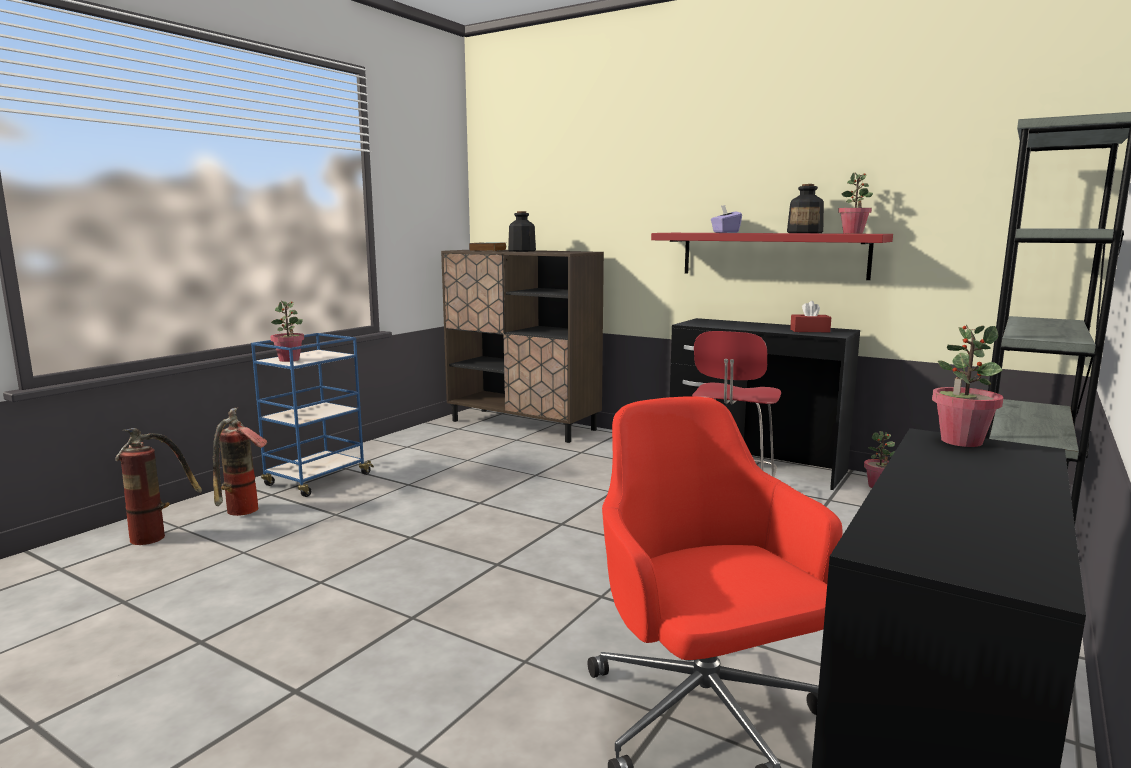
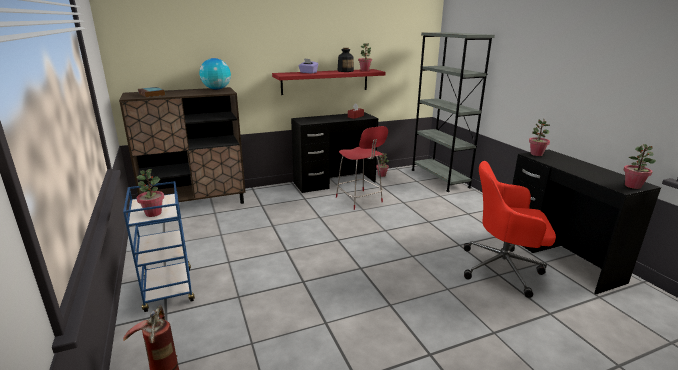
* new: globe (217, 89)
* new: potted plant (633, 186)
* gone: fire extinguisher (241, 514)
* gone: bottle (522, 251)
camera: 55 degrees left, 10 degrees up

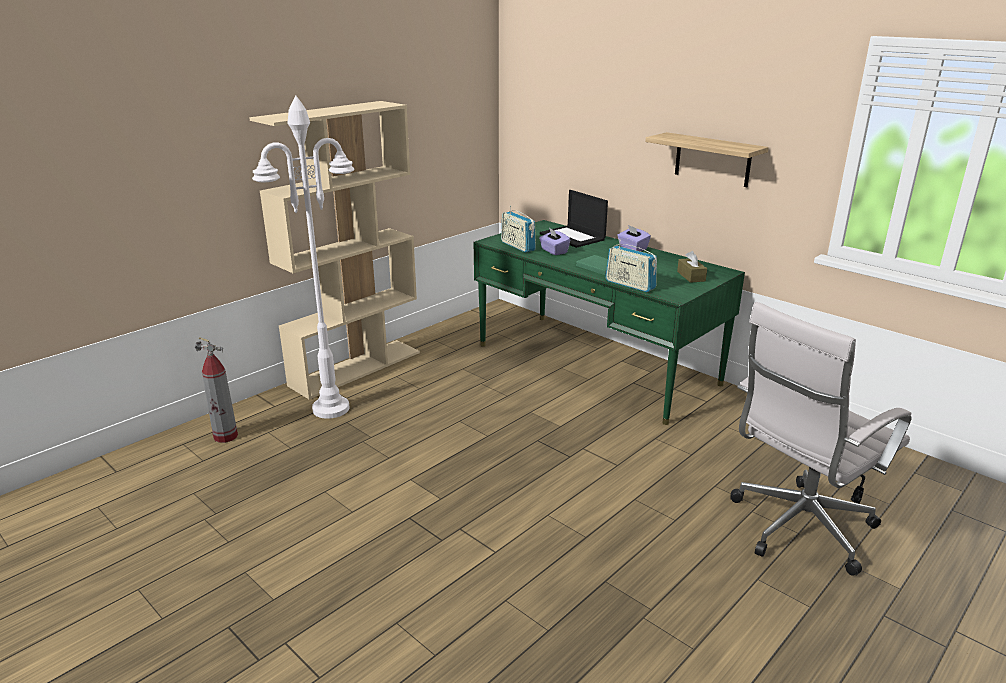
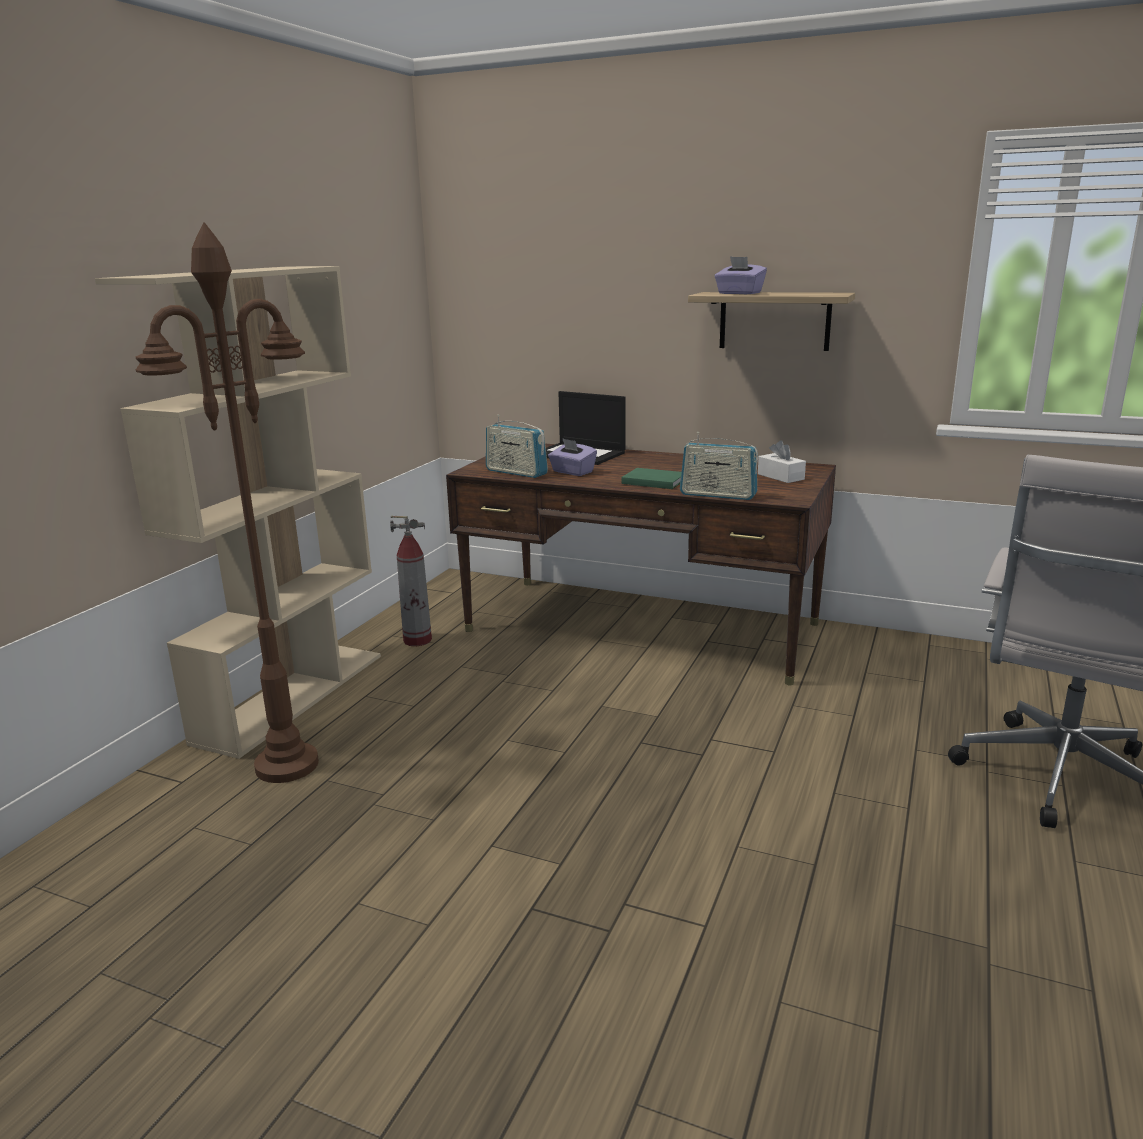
* repainted: white floor lamp (331, 408) to brown floor lamp (287, 765)
* shifted: fire extinguisher (226, 436) to (418, 640)
* repainted: green desk (595, 364) to brown desk (641, 627)
* shifted: purple tissue box (632, 248) to (739, 293)
* repainted: brown tissue box (691, 276) to white tissue box (780, 477)
camera: 20 degrees left, 5 degrees down

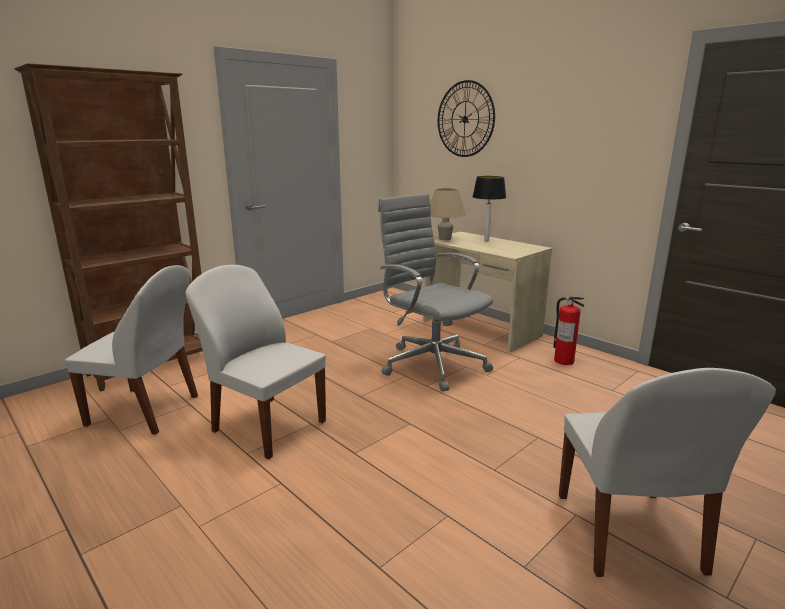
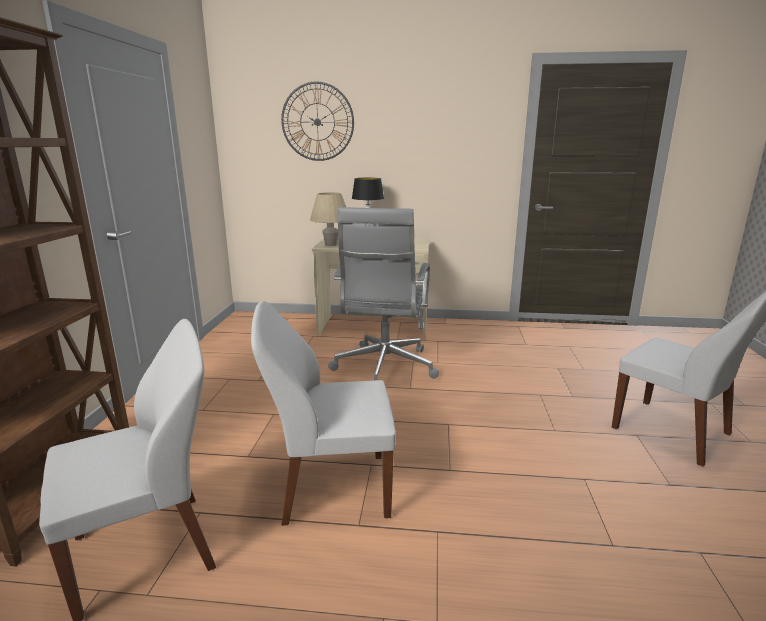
* rotated: grey office chair (432, 363) = (384, 368) 90 degrees counterclockwise
* gone: fire extinguisher (563, 360)
camera: 40 degrees left, 0 degrees up

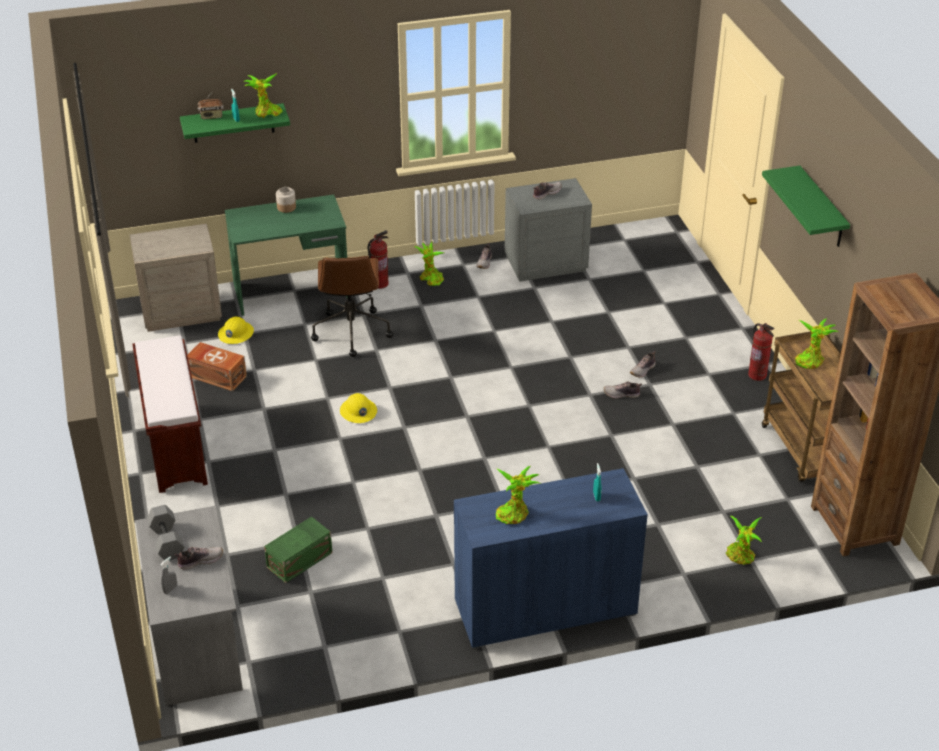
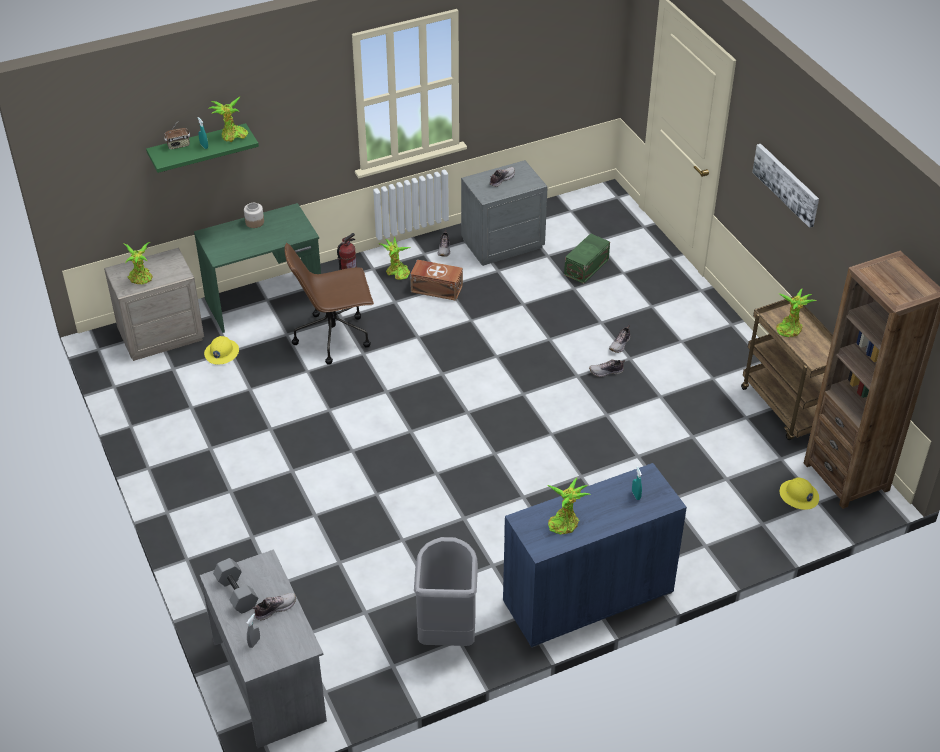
* shifted: potted plant (741, 557) to (141, 279)
* rotated: brown office chair (351, 331) = (334, 336) 90 degrees clockwise
* shifted: brown storage box (217, 376) to (436, 288)
* new: grey trash can (446, 632)
* shifted: green storage box (301, 560) to (587, 267)
* swapped: green shelf (822, 208) to picture (786, 184)
* shifted: yellow hard hat (358, 411) to (798, 495)
* gone: brown bench (175, 446)
* gone: fire extinguisher (757, 375)
camera: 10 degrees left, 5 degrees up

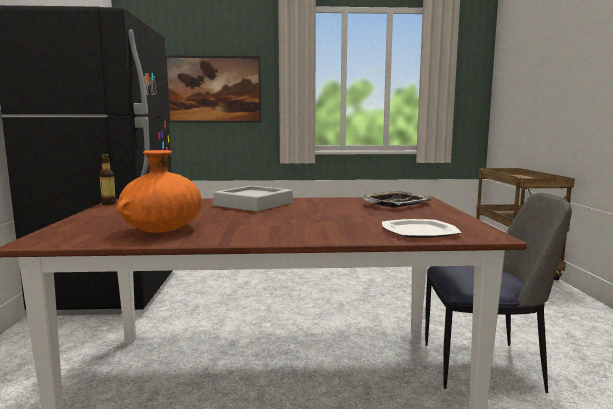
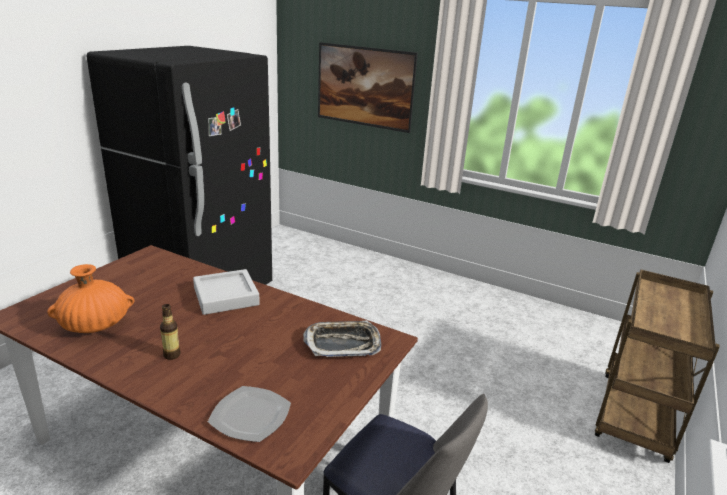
* shifted: bottle (108, 203) to (172, 355)
camera: 30 degrees right, 15 degrees up

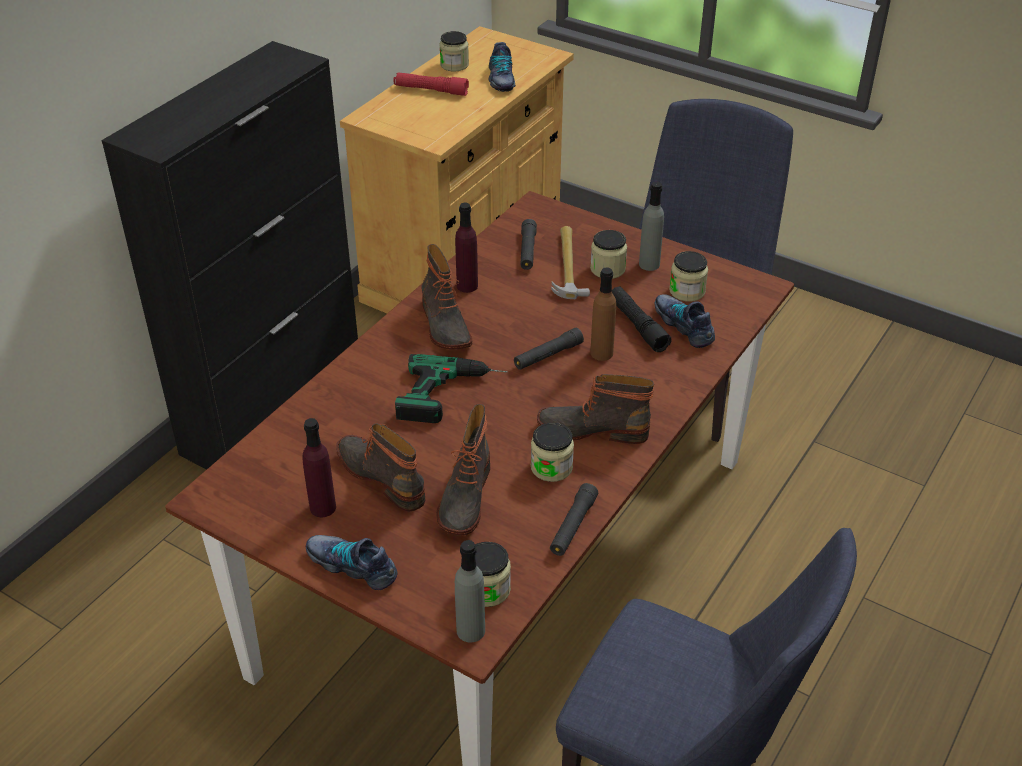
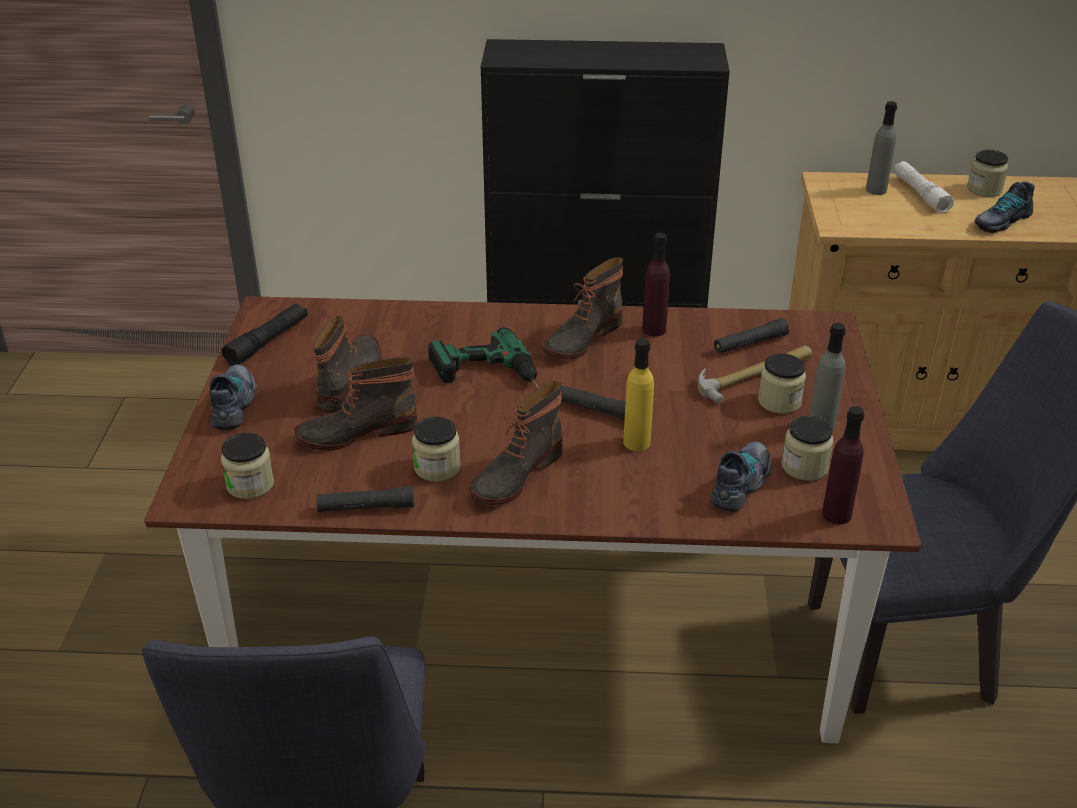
* shifted: black flashlight (637, 325) to (268, 342)
* rotated: boot (593, 428) = (515, 475) 120 degrees counterclockwise
* repainted: brown bottle (601, 353) to yellow bottle (636, 442)
* shifted: purple bottle (323, 507) to (836, 514)
* shifted: grey bottle (470, 630) to (876, 190)
* repainted: red flashlight (431, 90) to white flashlight (920, 194)
camera: 60 degrees right, 5 degrees down

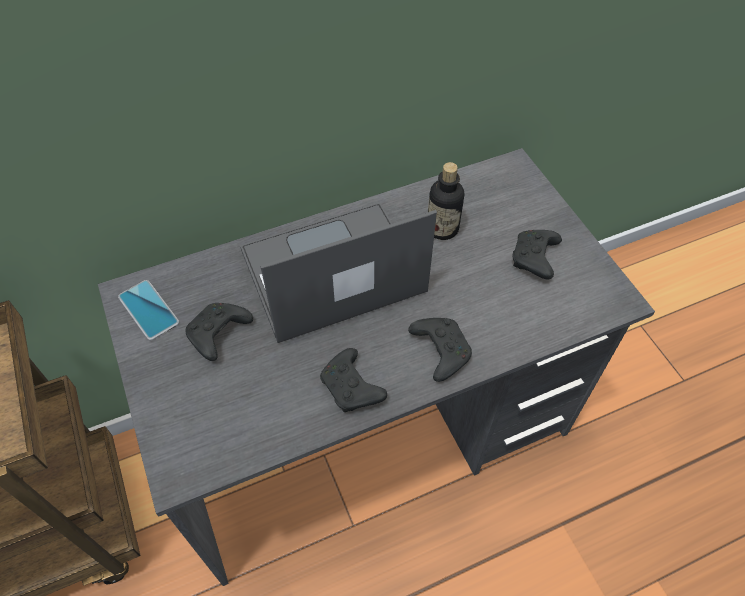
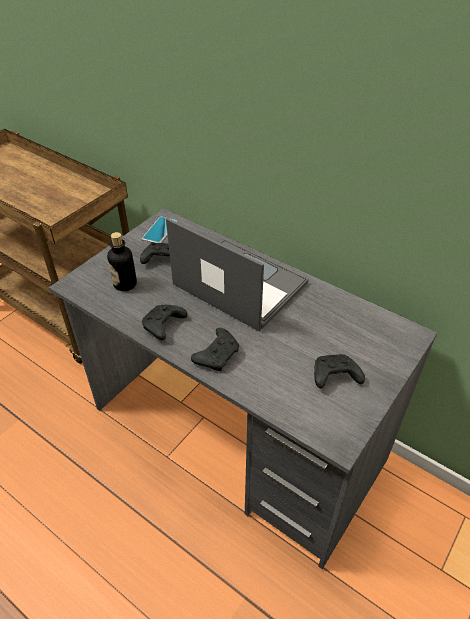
* shifted: bottle (442, 229) to (125, 284)
camera: 60 degrees right, 10 degrees down

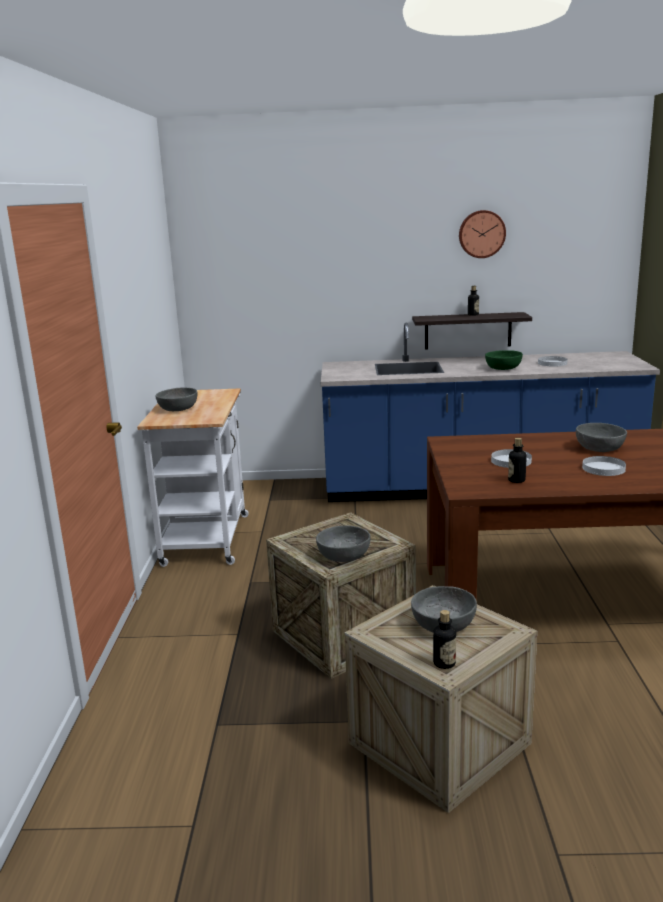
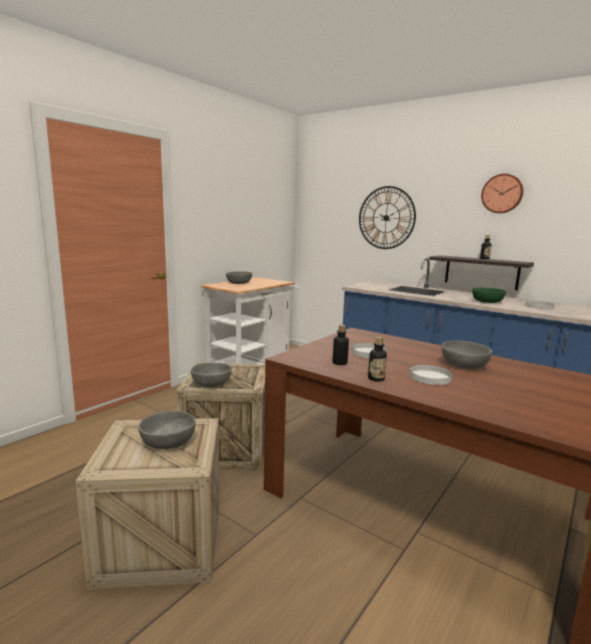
* new: wall clock (386, 218)
* shifted: bottle (444, 663) to (376, 379)
camera: 35 degrees right, 5 degrees down

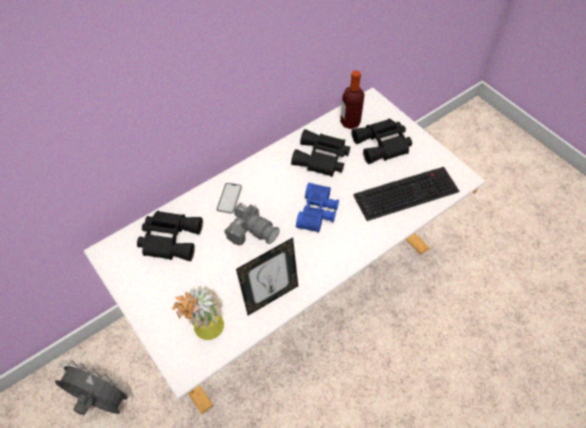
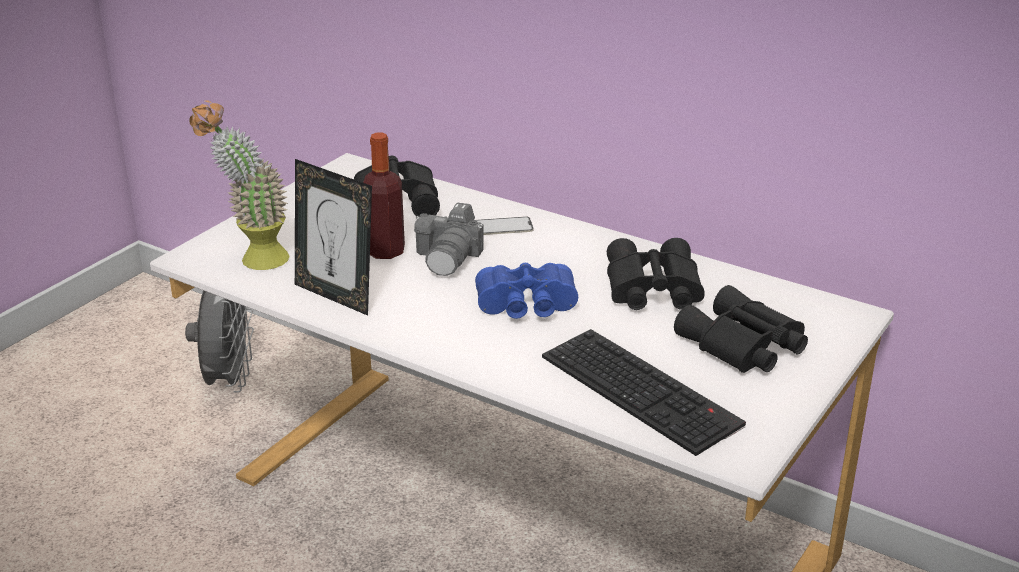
* shifted: bottle (350, 122) to (385, 251)
camera: 70 degrees right, 25 degrees down

